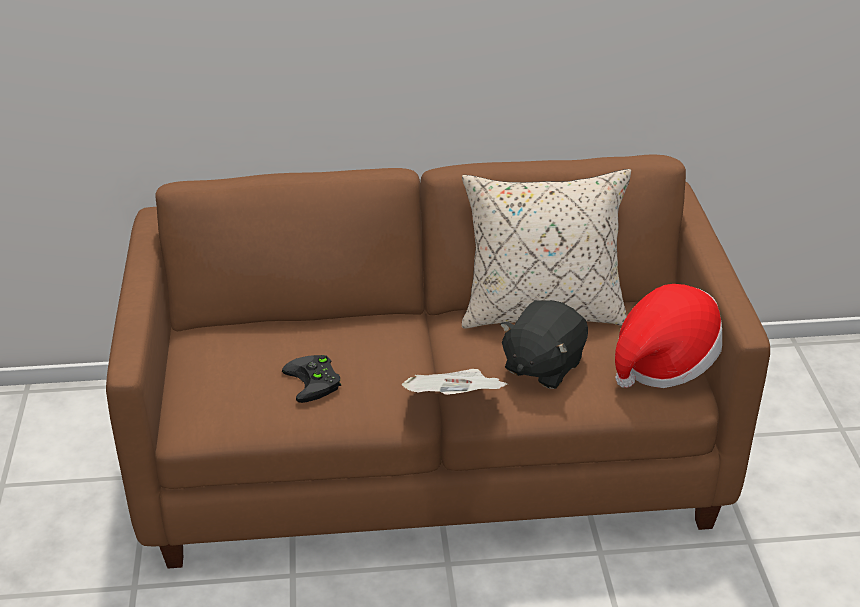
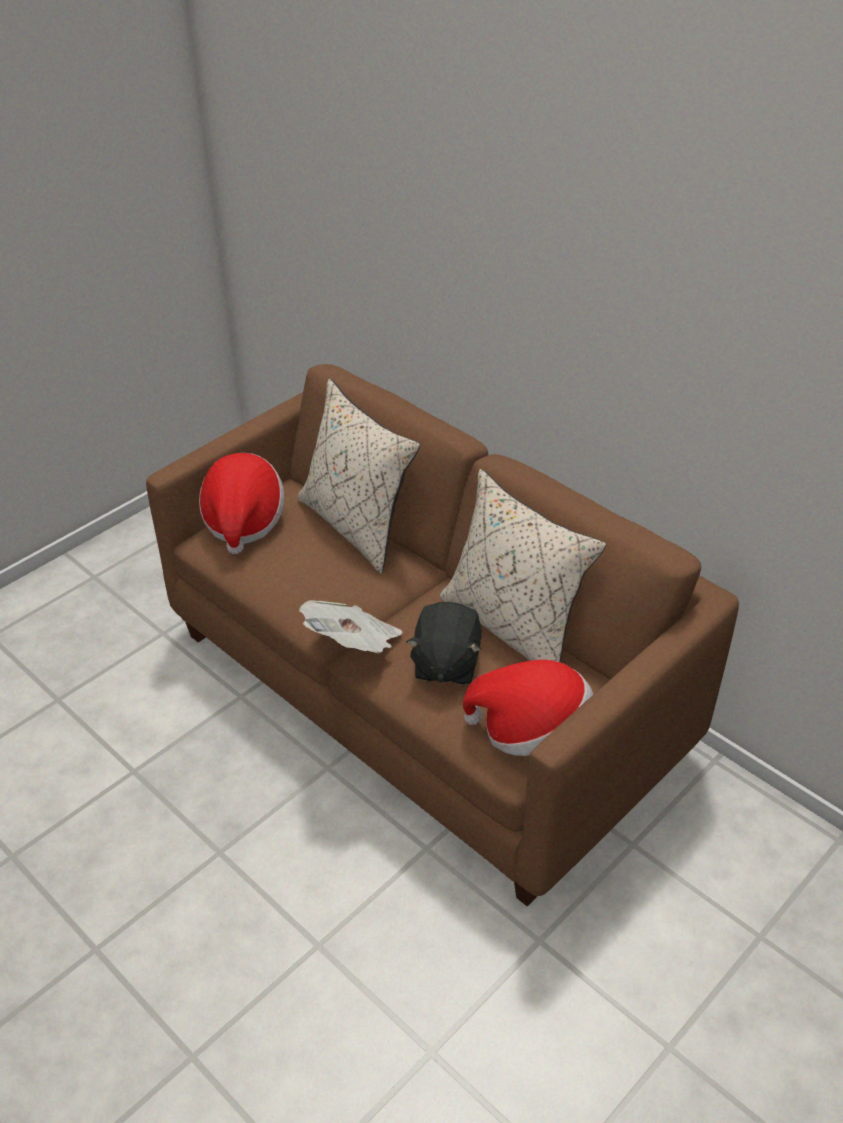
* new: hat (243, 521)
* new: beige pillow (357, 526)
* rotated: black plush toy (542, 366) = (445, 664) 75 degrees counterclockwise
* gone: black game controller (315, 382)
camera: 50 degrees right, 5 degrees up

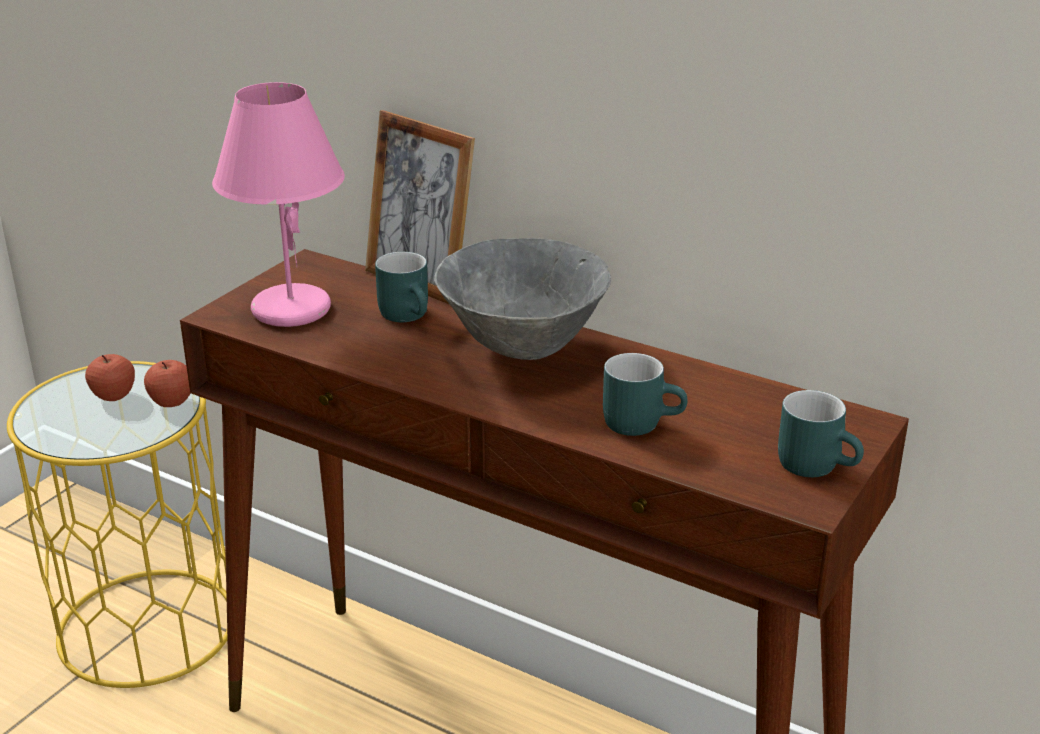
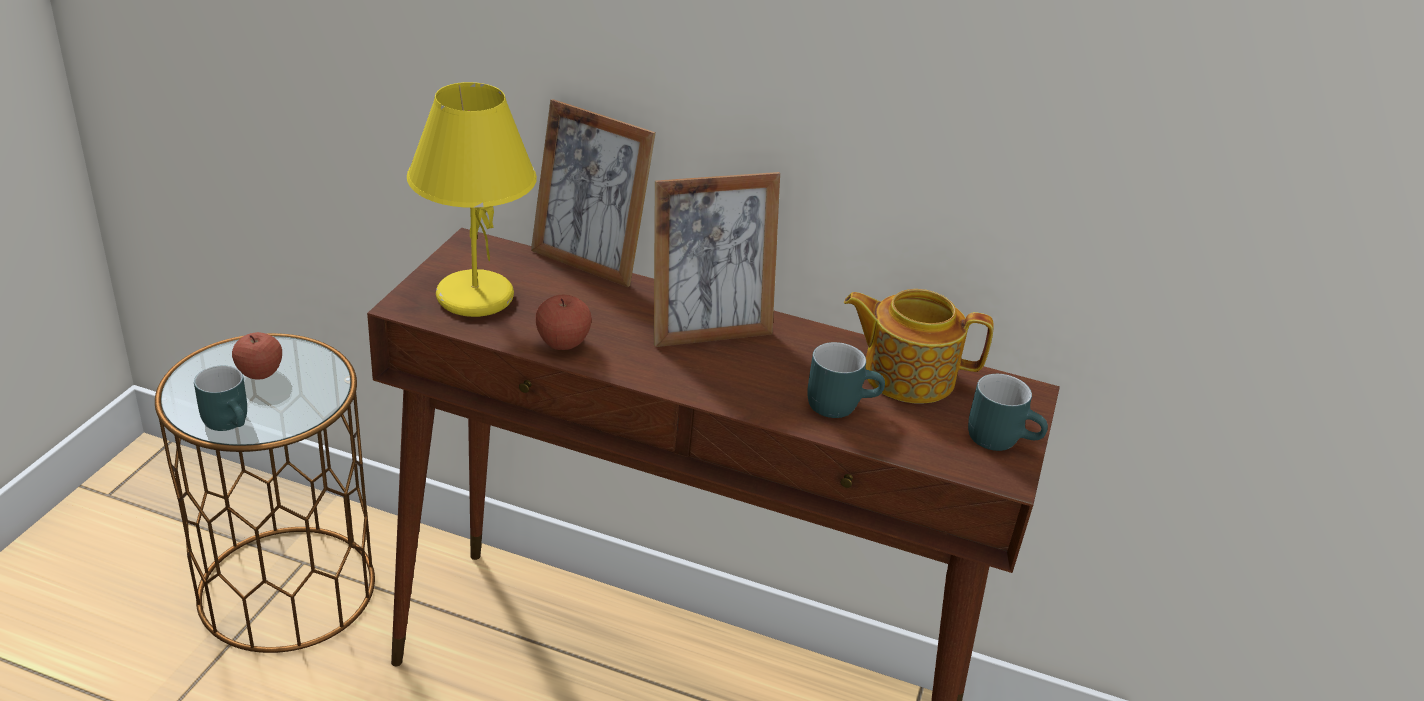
* repainted: yellow side table (147, 627) to brown side table (288, 587)
* shifted: turquoise mug (410, 315) to (231, 422)
* repainted: pink table lamp (289, 309) to yellow table lamp (473, 297)
* shifted: apple (172, 402) to (563, 343)
* swapped: grey bowl (523, 348) to picture frame (708, 330)
* new: teapot (906, 374)
camera: 15 degrees left, 5 degrees up

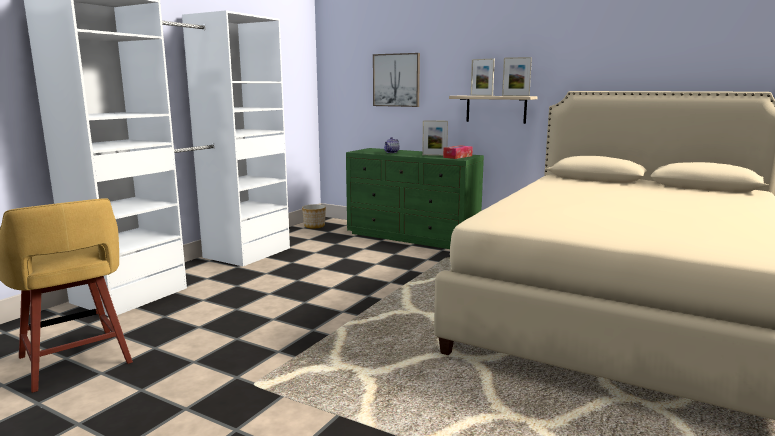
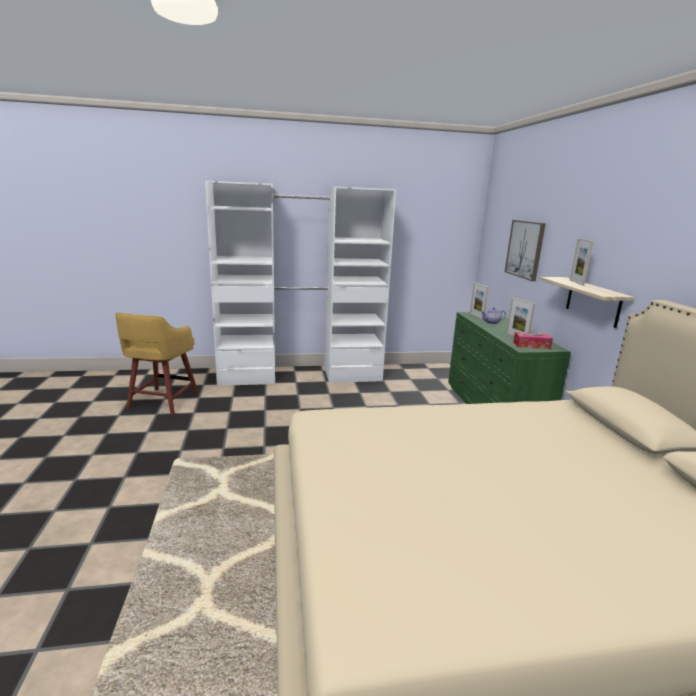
* shifted: picture frame (515, 96) to (476, 316)
* gone: planter (314, 226)
camera: 50 degrees right, 5 degrees up

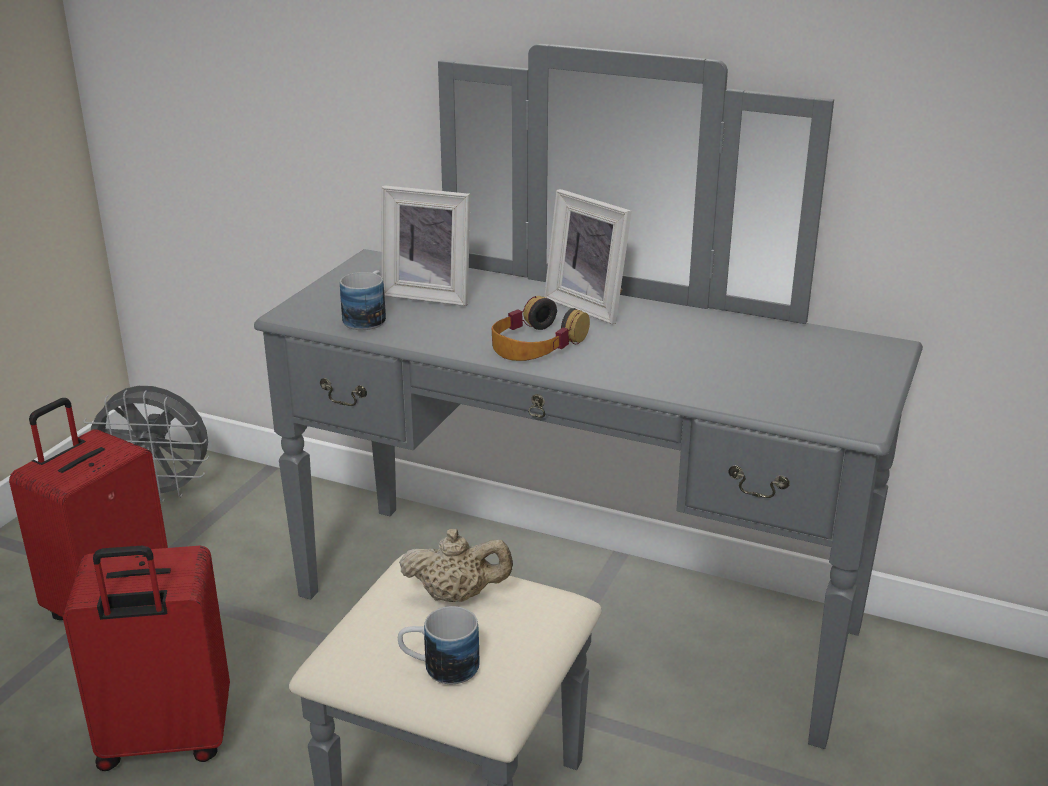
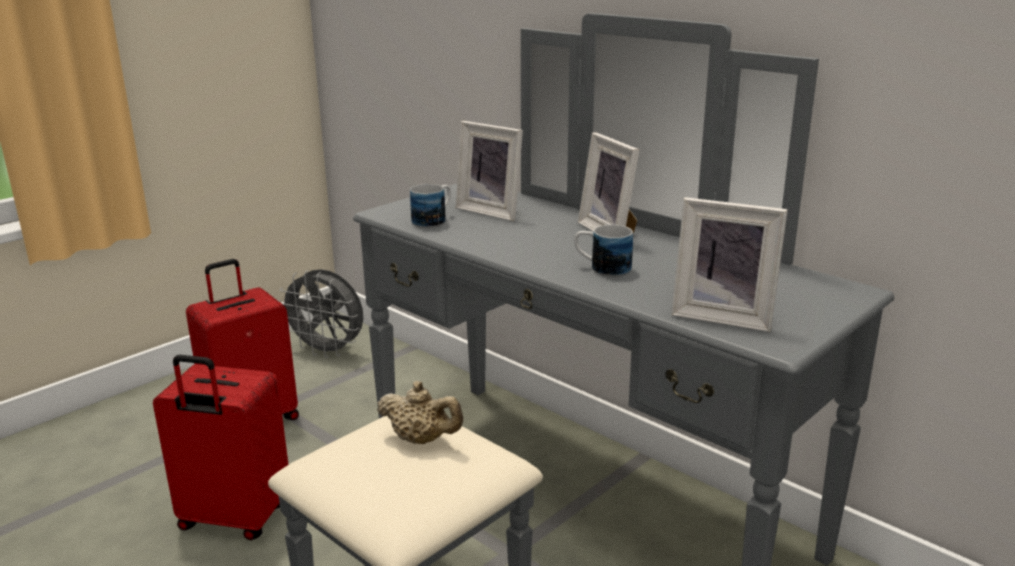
* shifted: mug (439, 667) to (602, 268)
* new: picture frame (723, 316)
* gone: headphones (536, 344)
camera: 20 degrees right, 5 degrees down

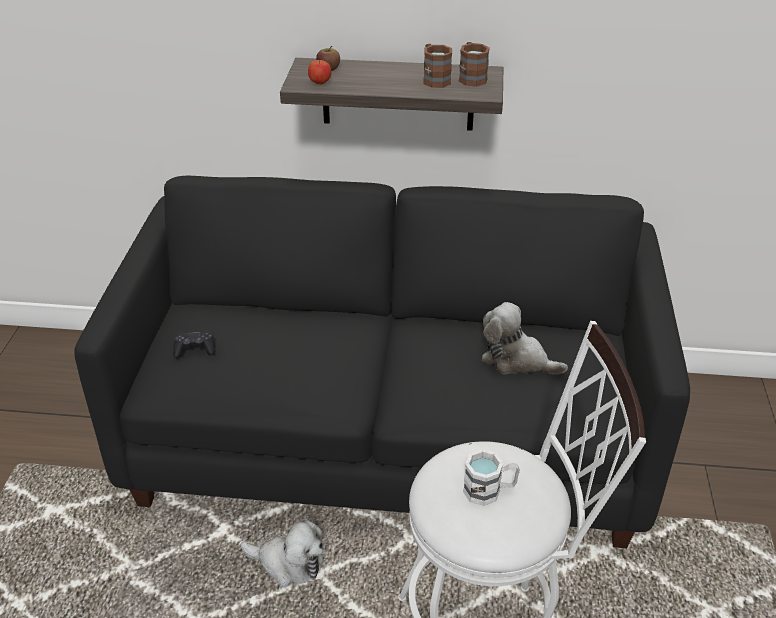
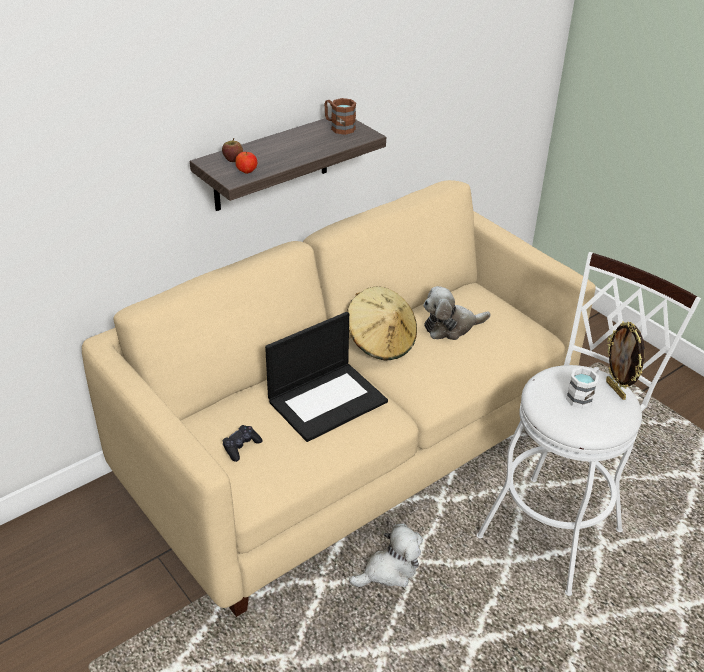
* repainted: black sofa (389, 438) to beige sofa (349, 448)
* new: laptop (327, 400)
* new: beige hat (381, 342)
* new: picture frame (616, 390)
* gone: brown mug (434, 79)
camera: 45 degrees left, 0 degrees up

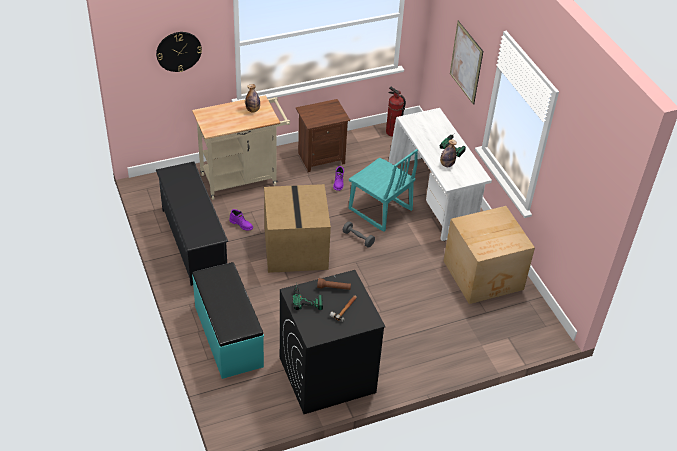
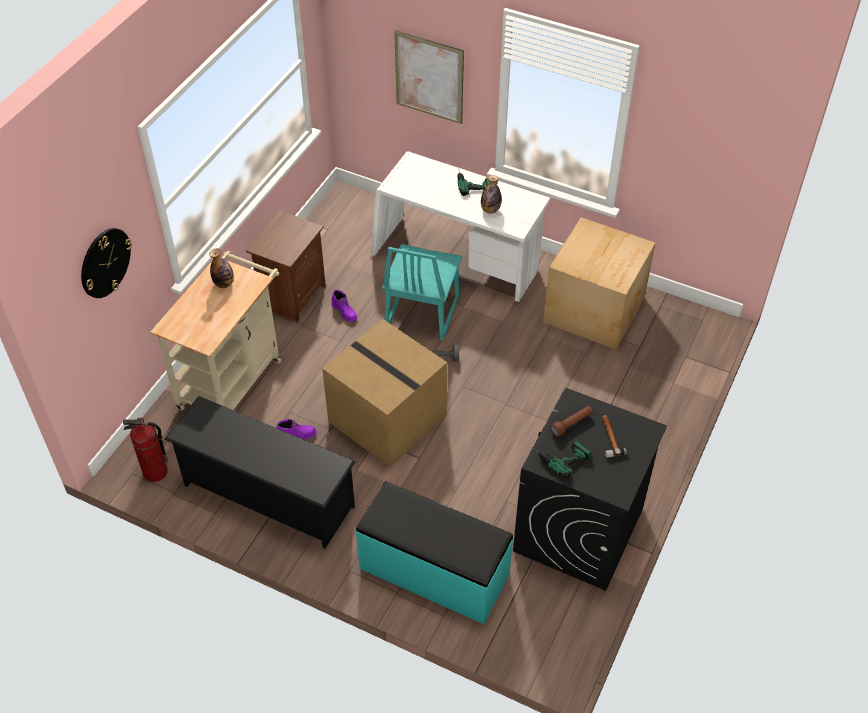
* shifted: fire extinguisher (393, 132) to (155, 472)
* rotated: turquoise chair (380, 210) = (421, 312) 105 degrees clockwise
camera: 40 degrees left, 5 degrees up

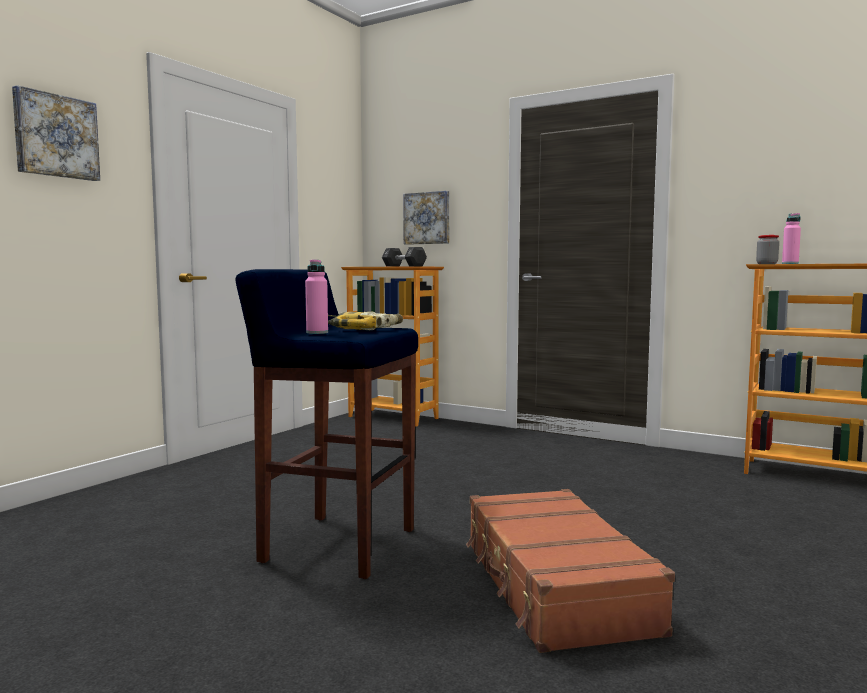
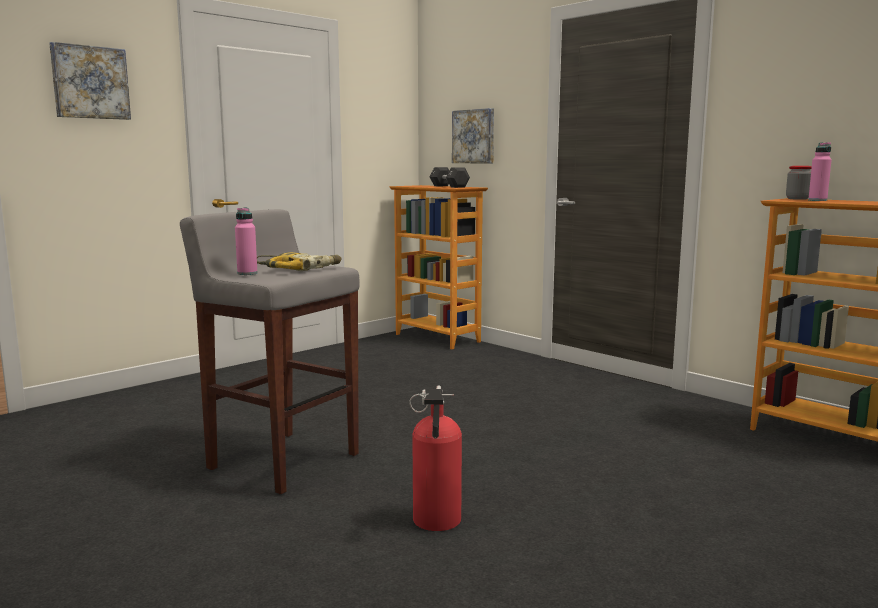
* repainted: blue stool (337, 545) to grey stool (282, 461)
* swapped: brown suitcase (554, 586) to fire extinguisher (436, 522)
camera: 15 degrees right, 5 degrees up

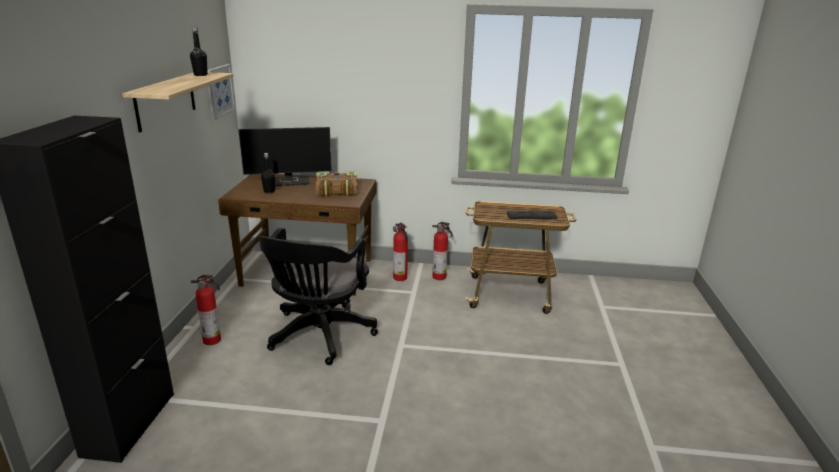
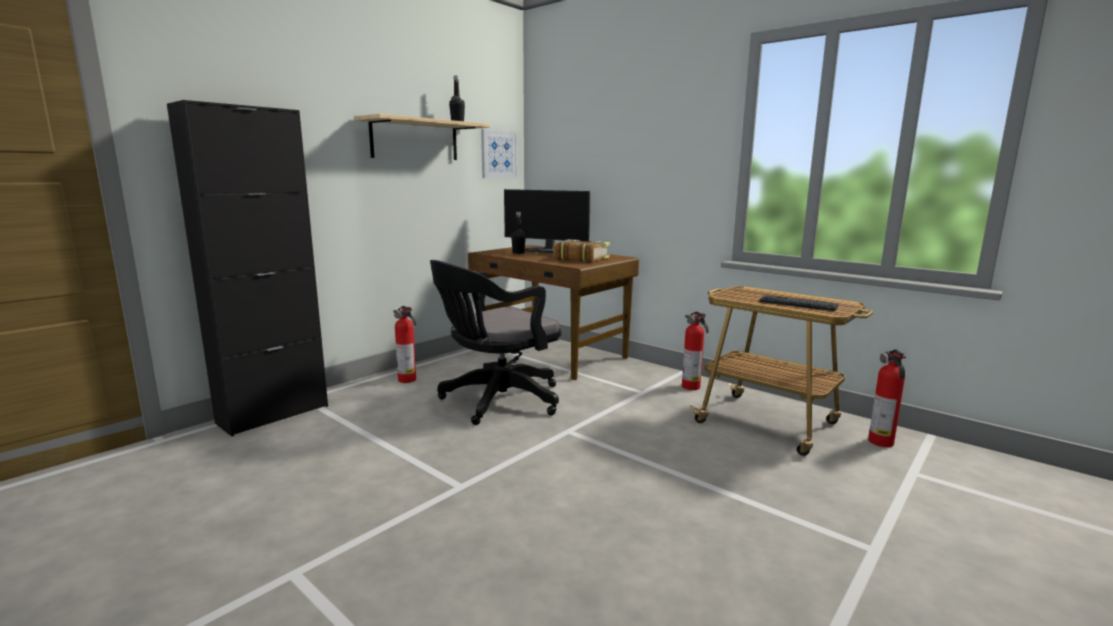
* shifted: fire extinguisher (400, 278) to (881, 442)
camera: 35 degrees right, 10 degrees down

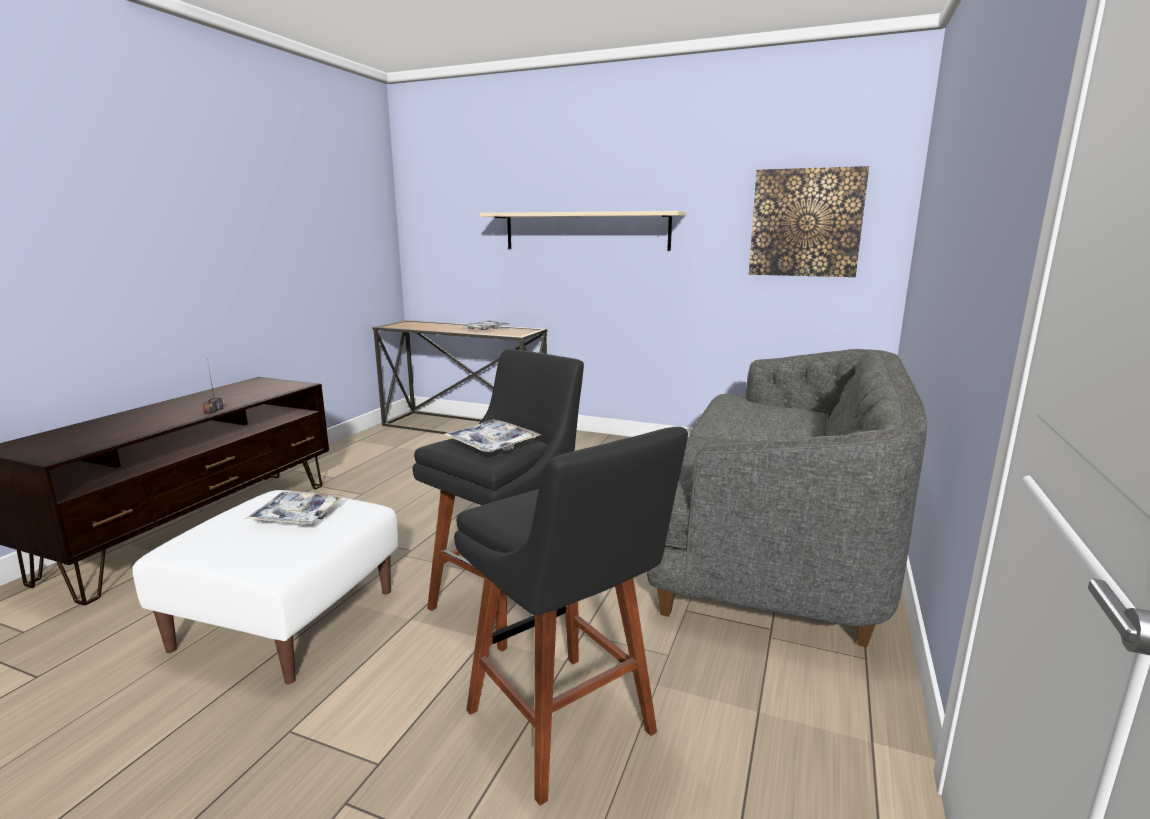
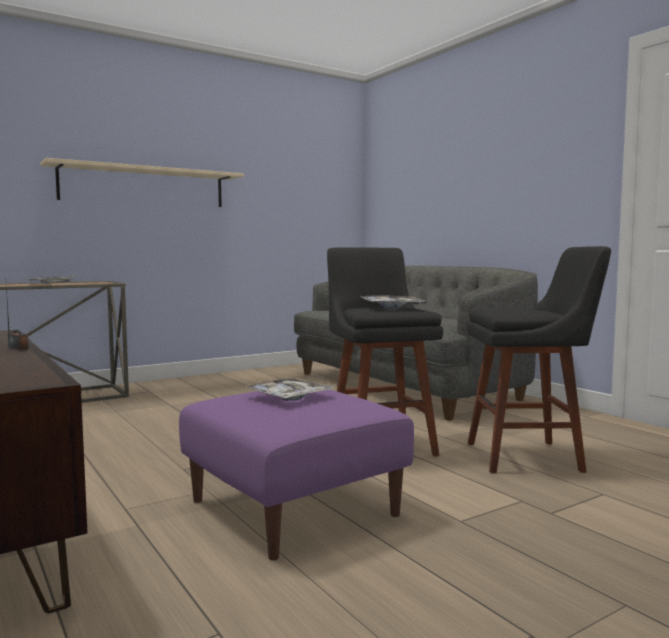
* repainted: white ottoman (287, 618) to purple ottoman (292, 507)
* gone: picture (806, 223)
camera: 55 degrees left, 10 degrees down

